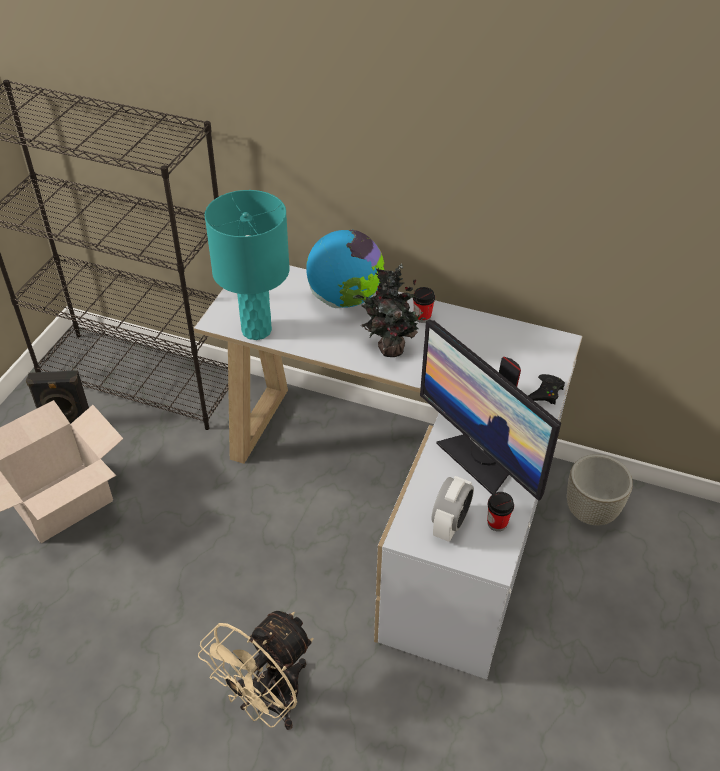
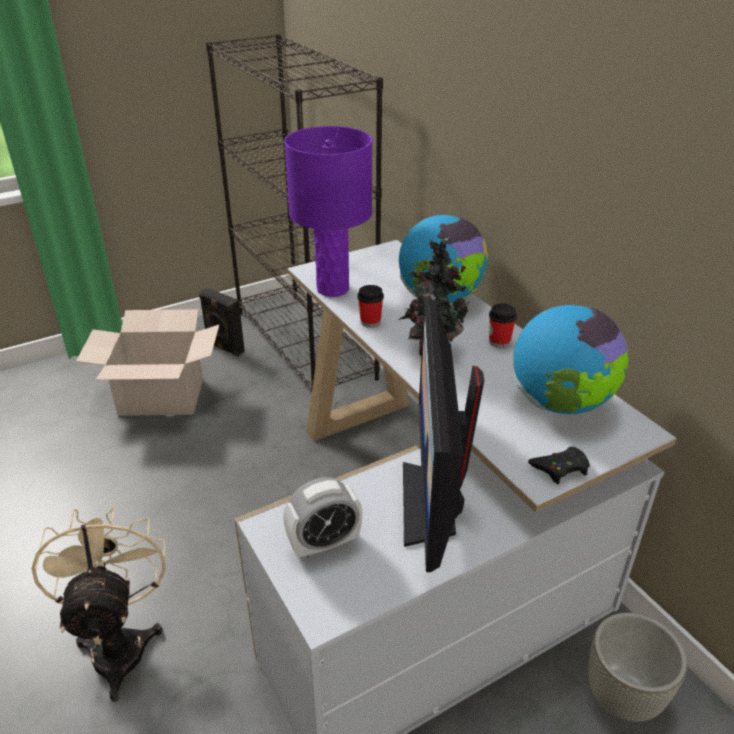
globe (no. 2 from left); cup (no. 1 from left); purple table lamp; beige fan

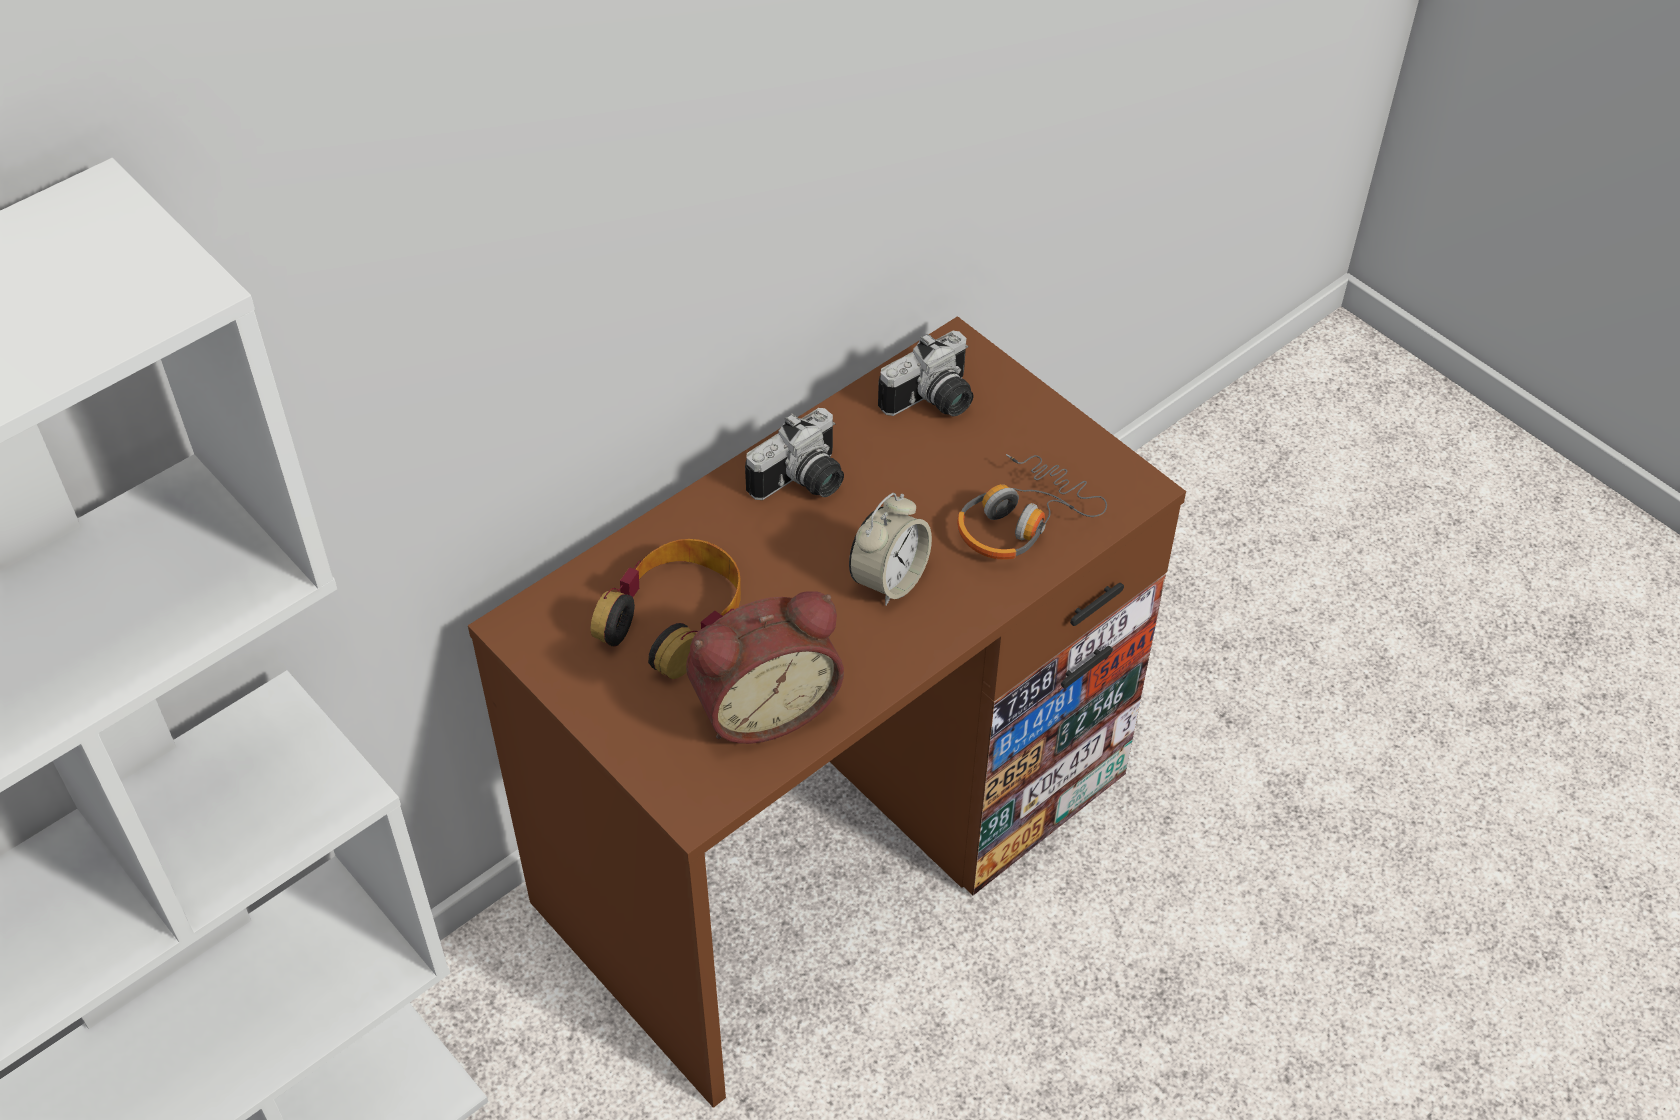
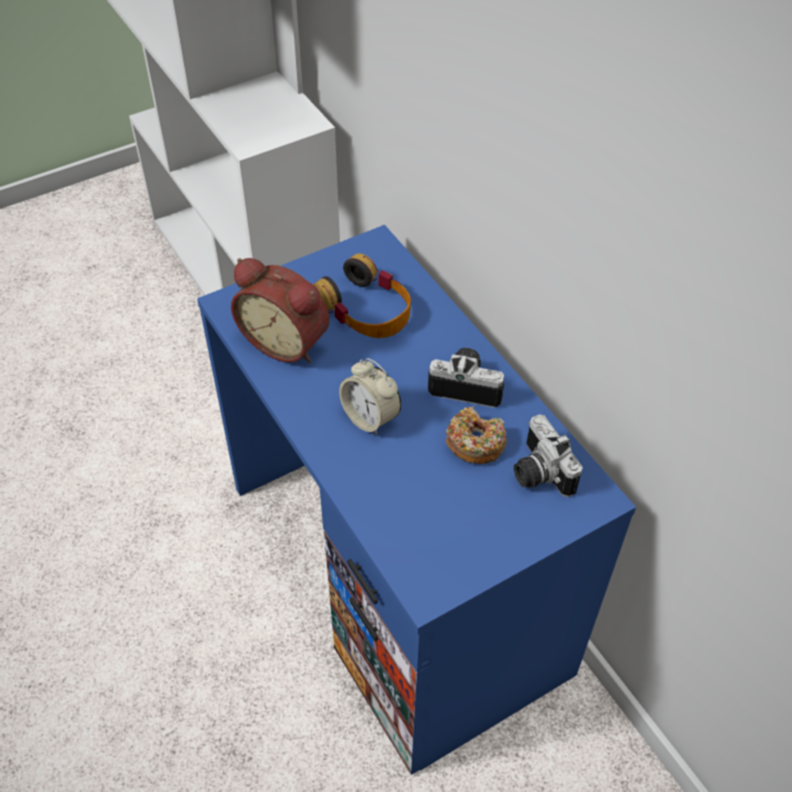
headphones (no. 2 from left in the first image); donut; blue desk; alarm clock (no. 1 from left); photo camera (no. 1 from left)

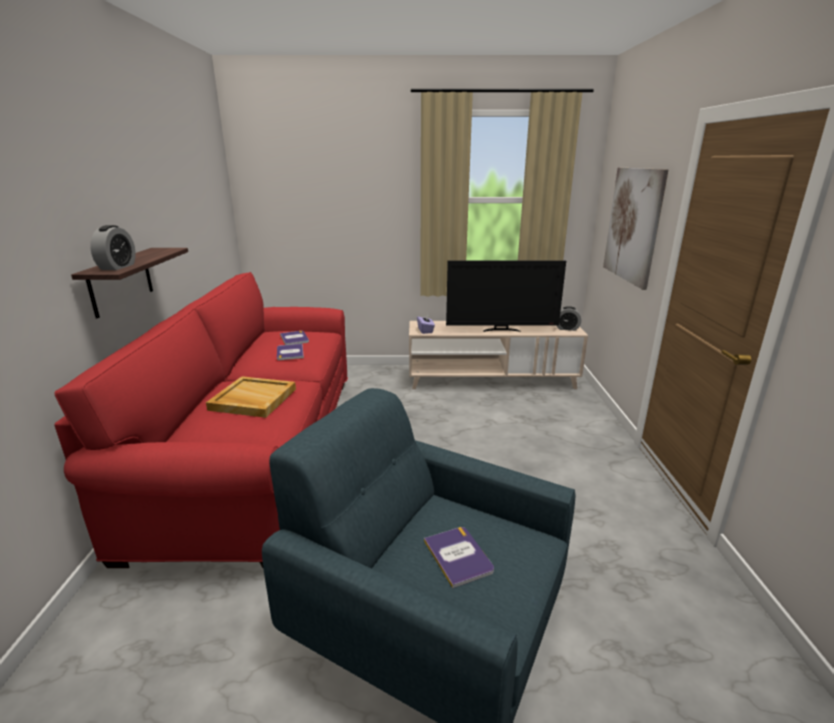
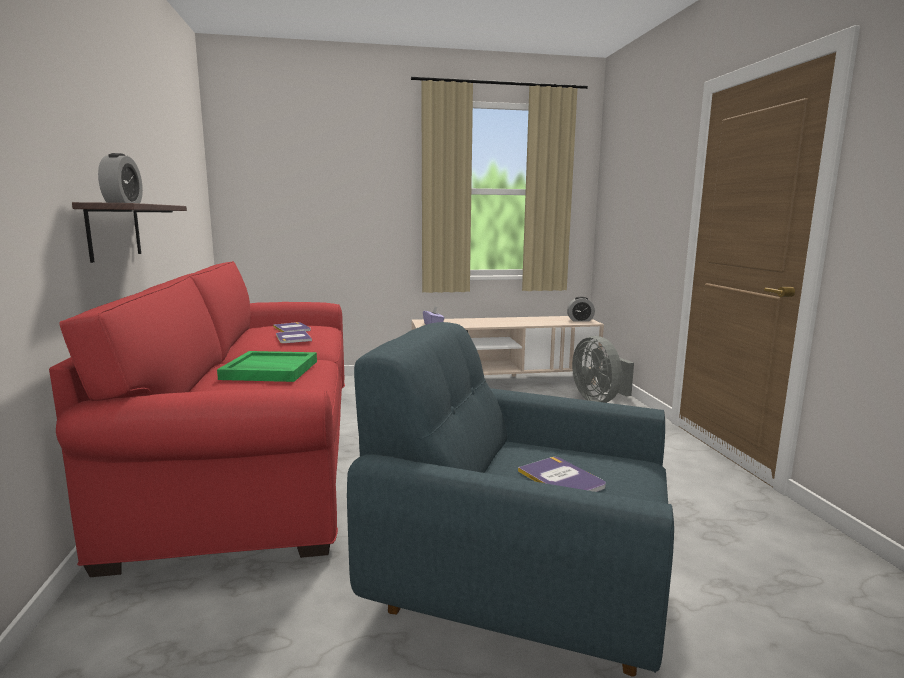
television; picture; grey fan; green tray

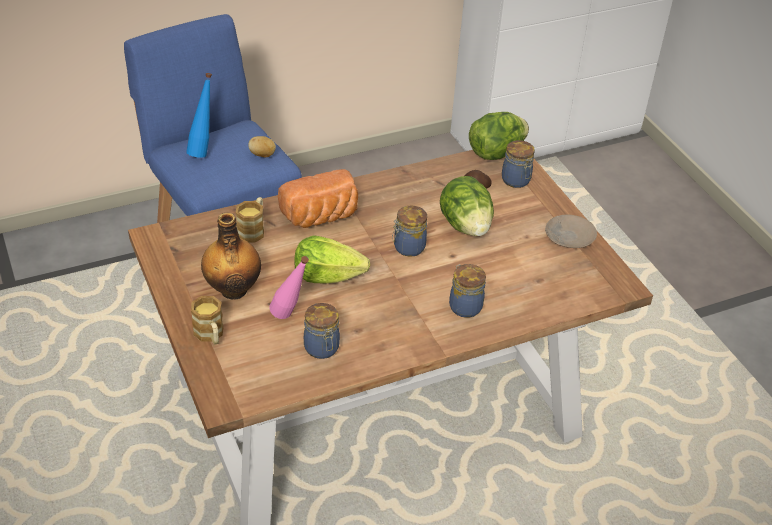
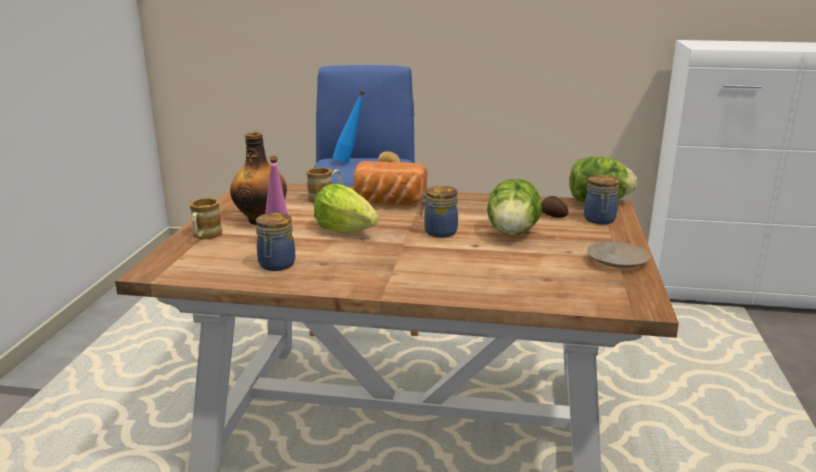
jar (no. 3 from left in the first image)

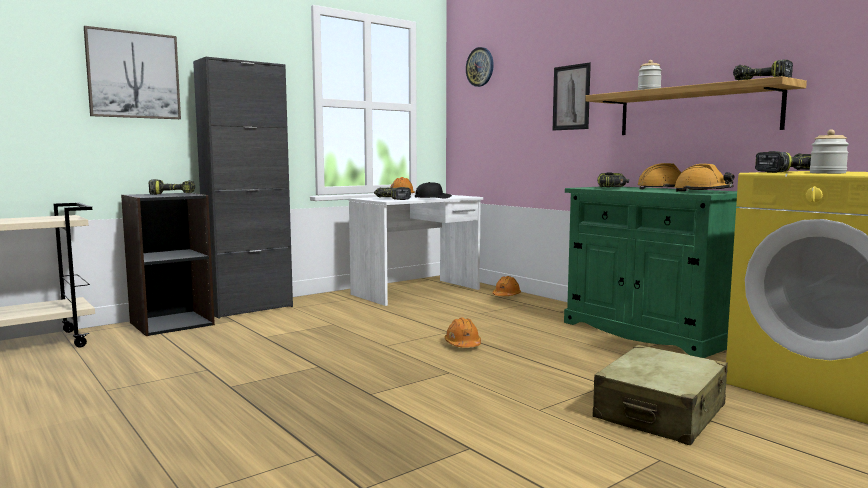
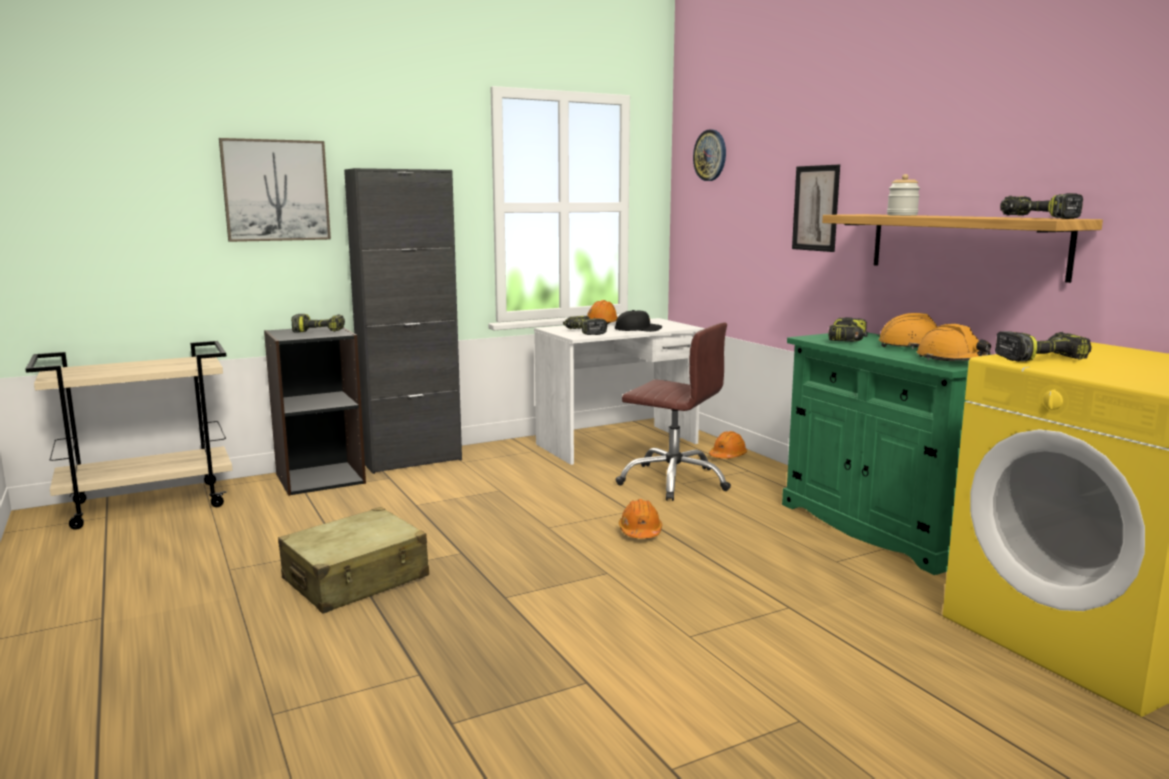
jar (no. 2 from left in the first image); brown office chair; beige suitcase

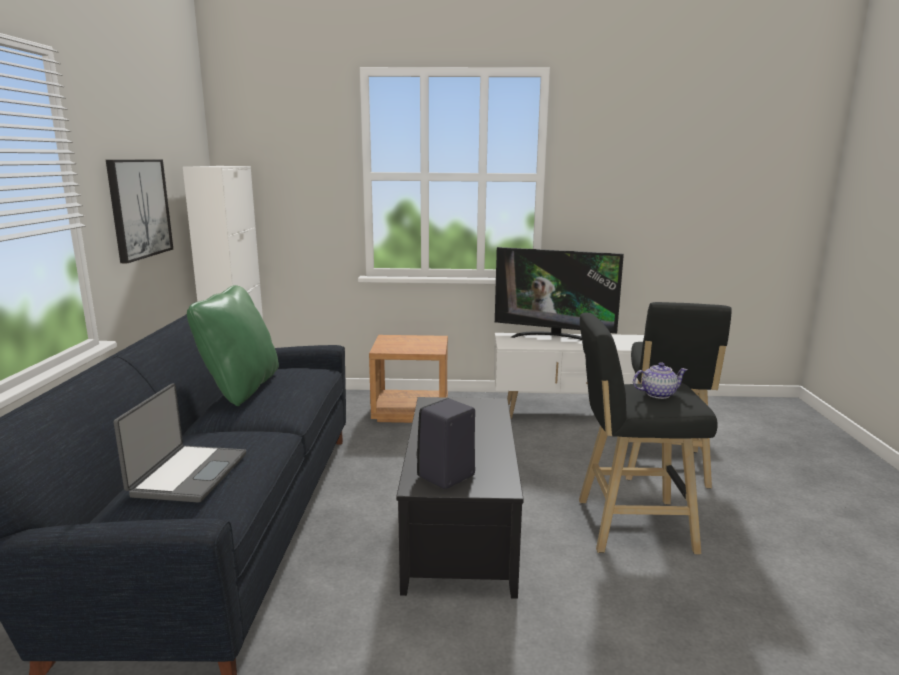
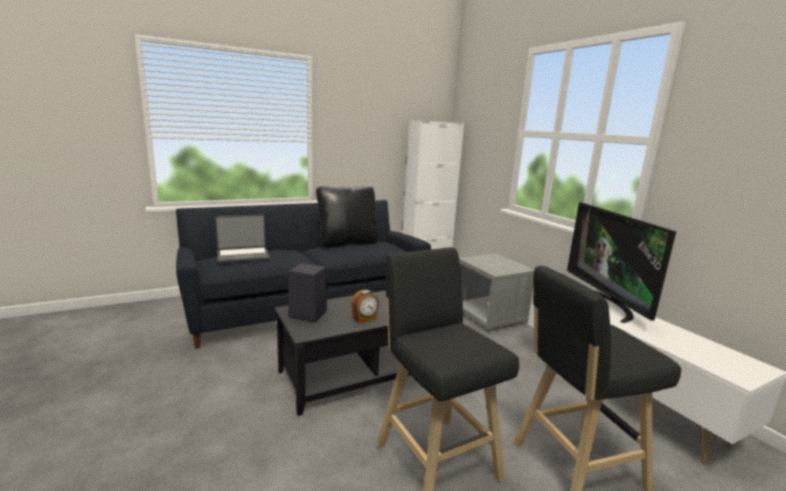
picture; teapot; alarm clock; black pillow; grey nightstand

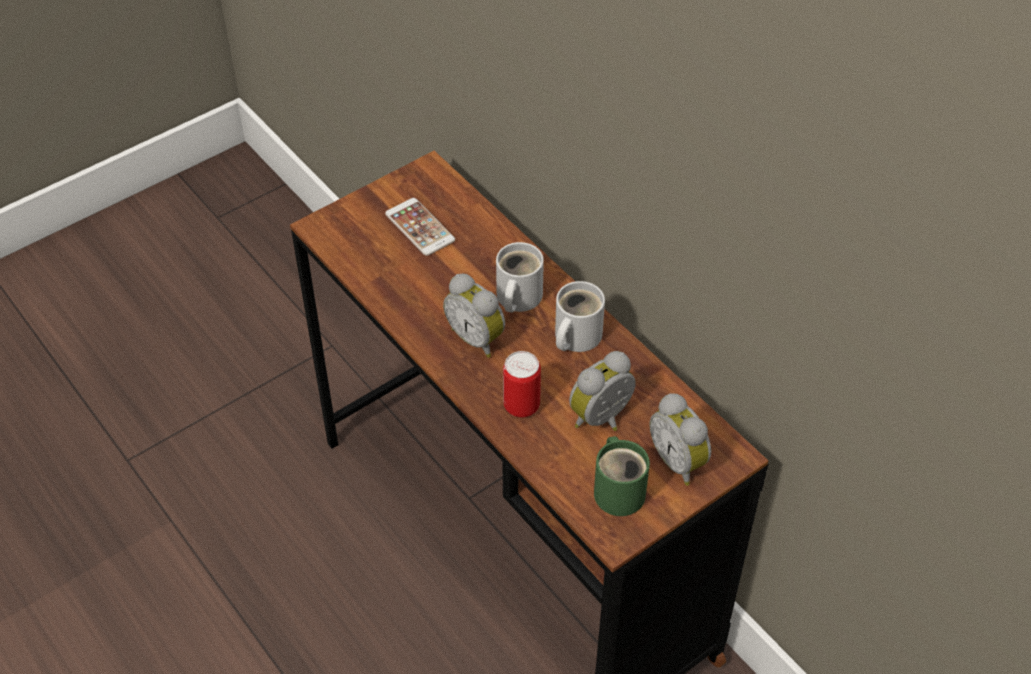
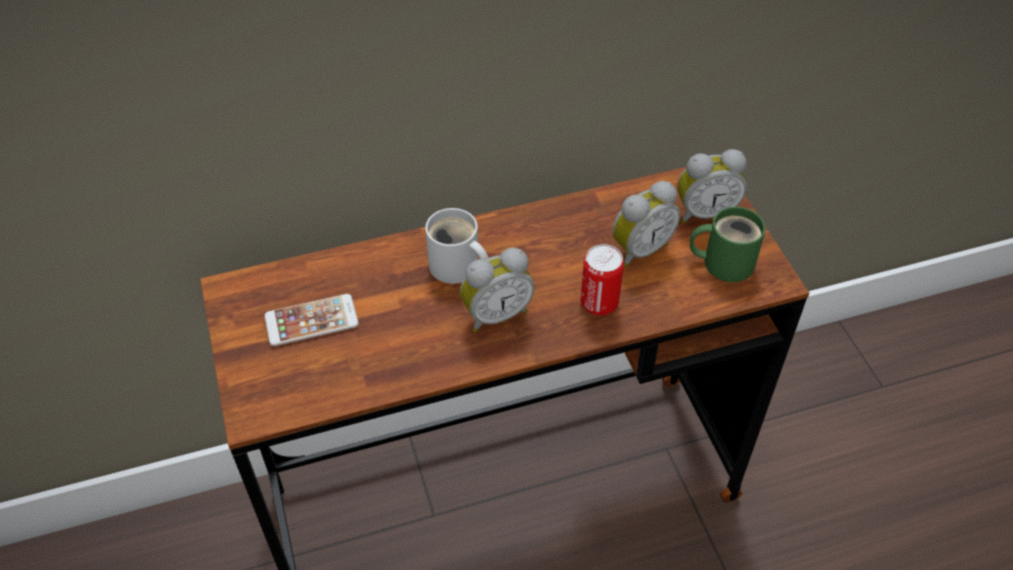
white mug (no. 2 from left in the first image); alarm clock (no. 2 from left)

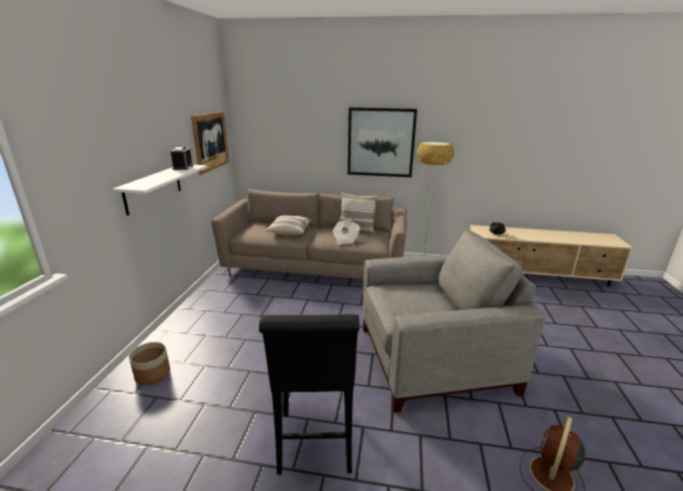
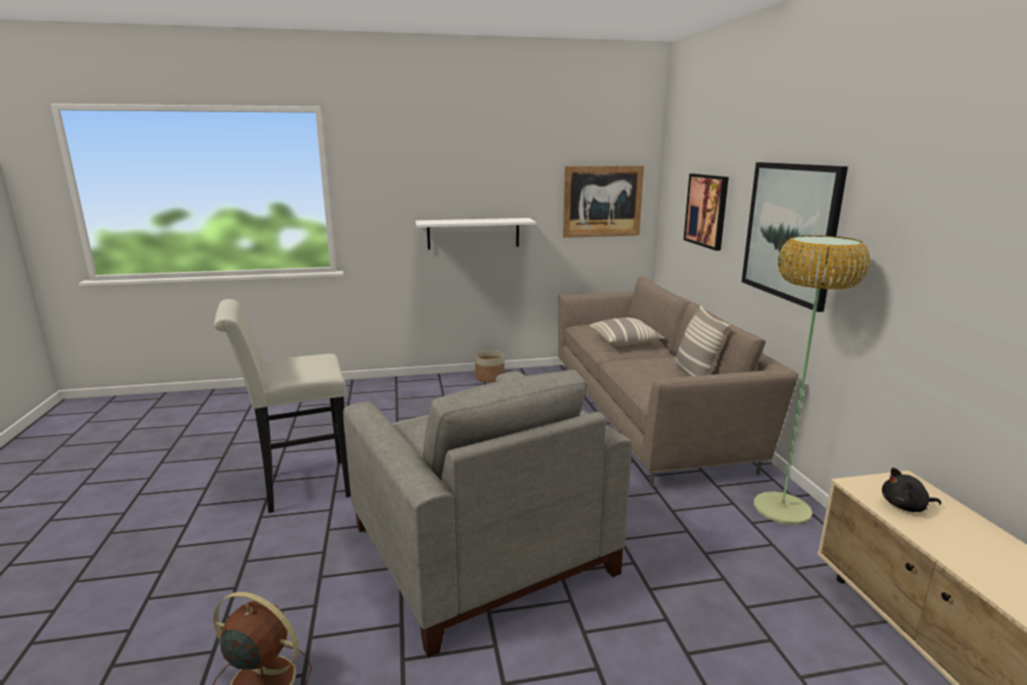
alarm clock; newspaper; picture (no. 2 from left); planter; white stool

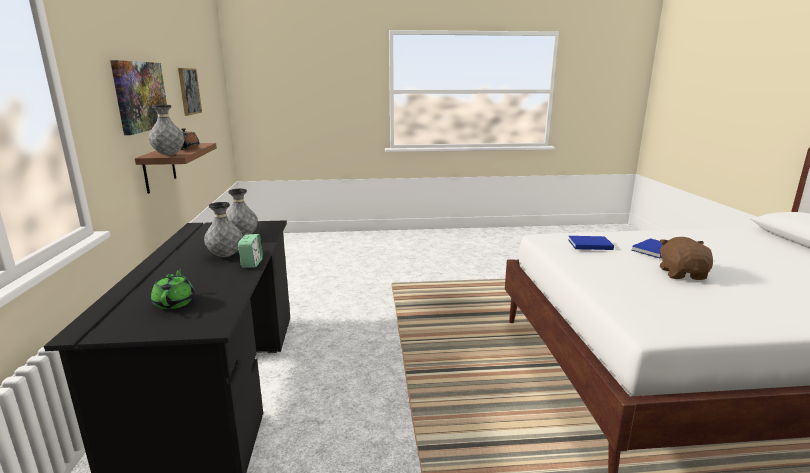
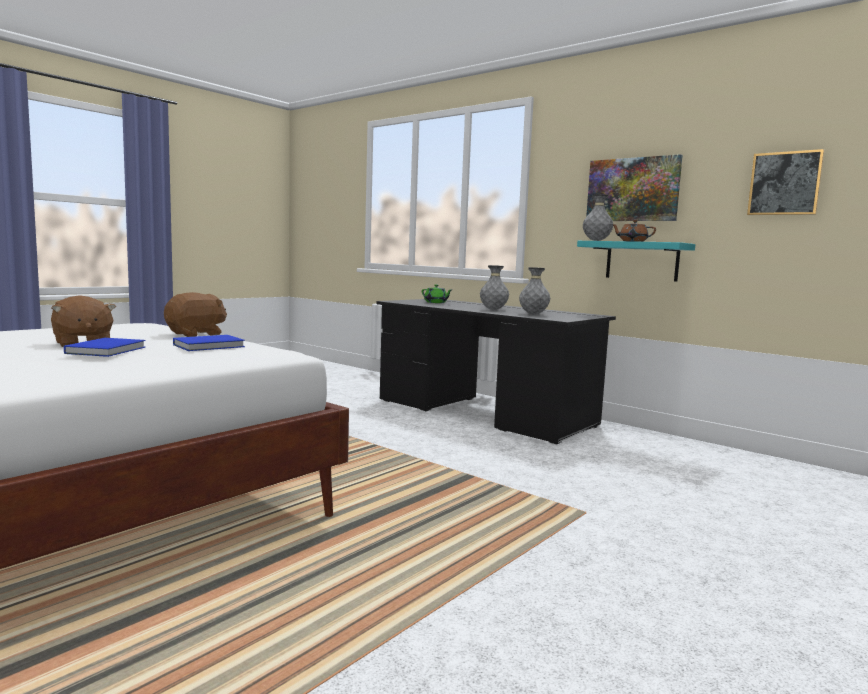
alarm clock; brown plush toy (no. 2 from left); turquoise shelf

